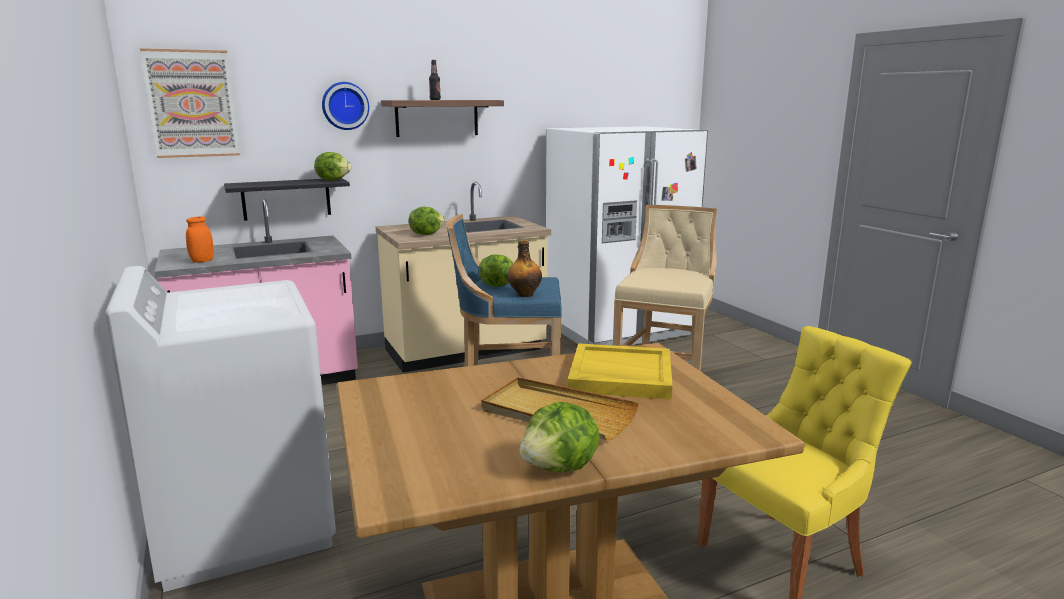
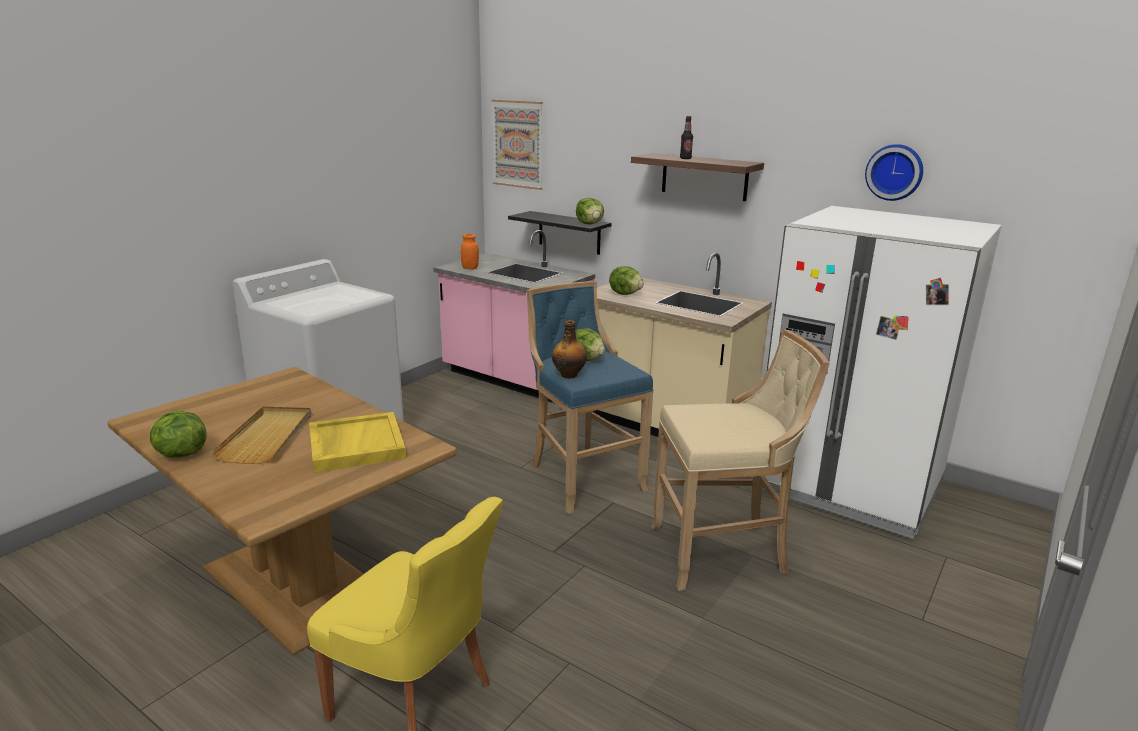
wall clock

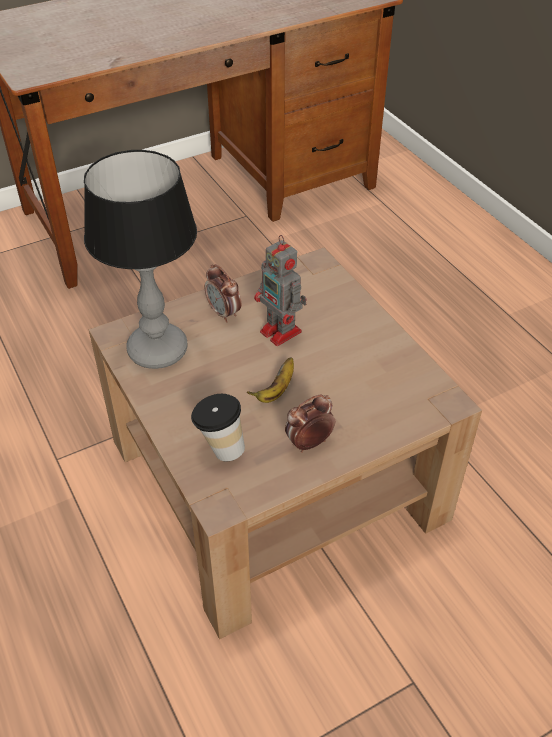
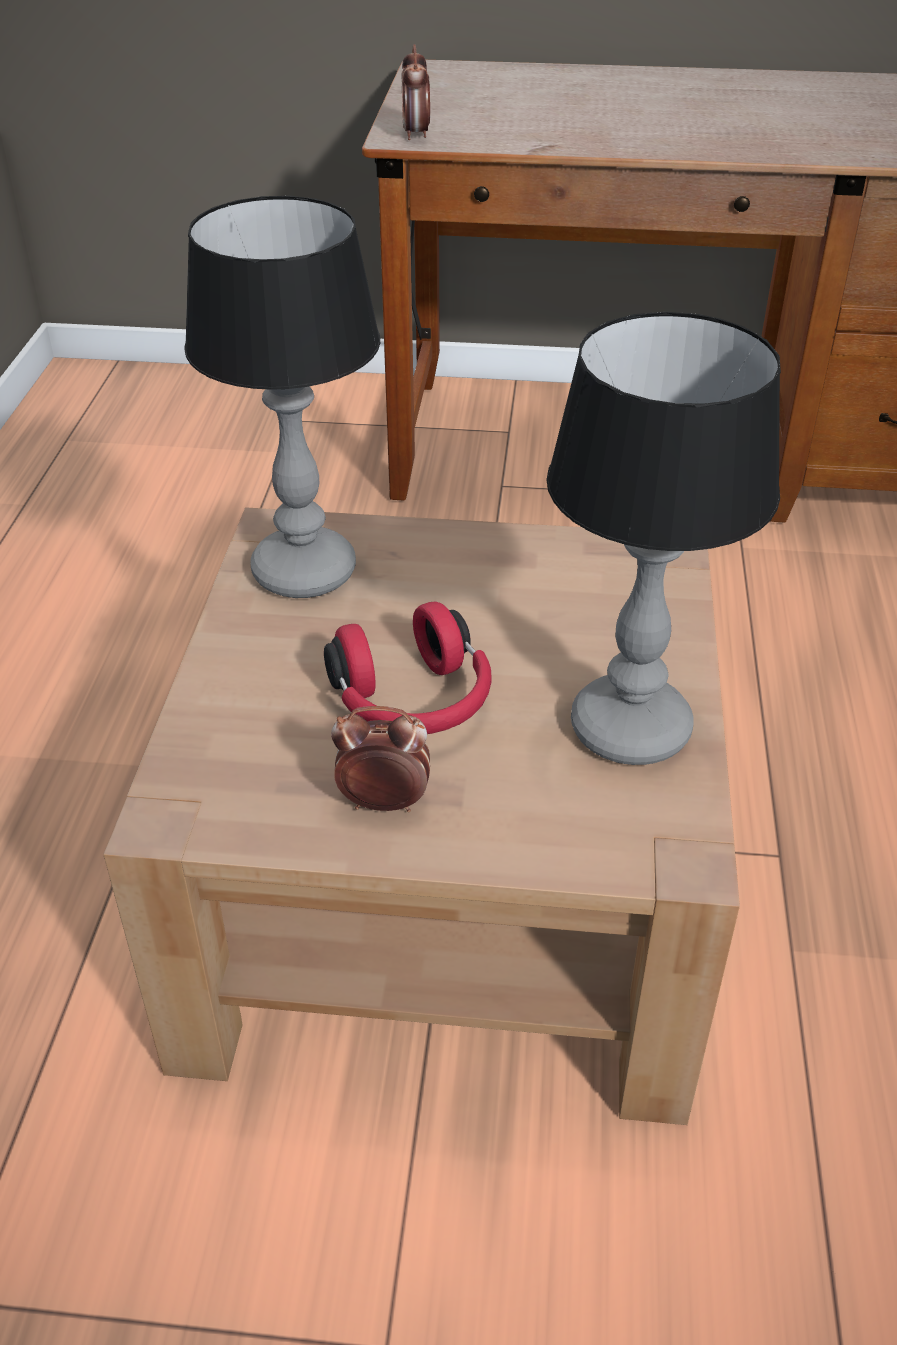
cup; toy robot; table lamp (no. 2 from left); alarm clock (no. 2 from left); red headphones

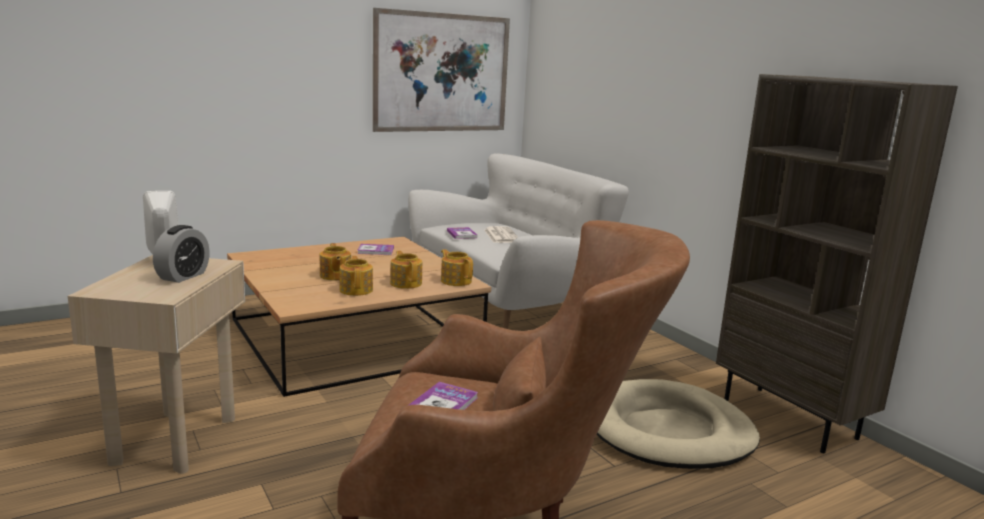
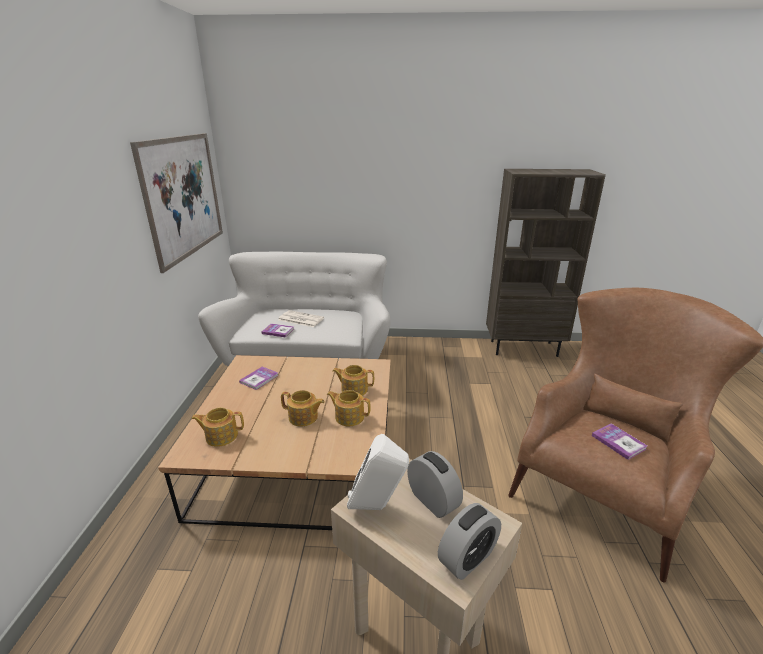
beige dog bed; alarm clock (no. 2 from left); teapot (no. 1 from left)

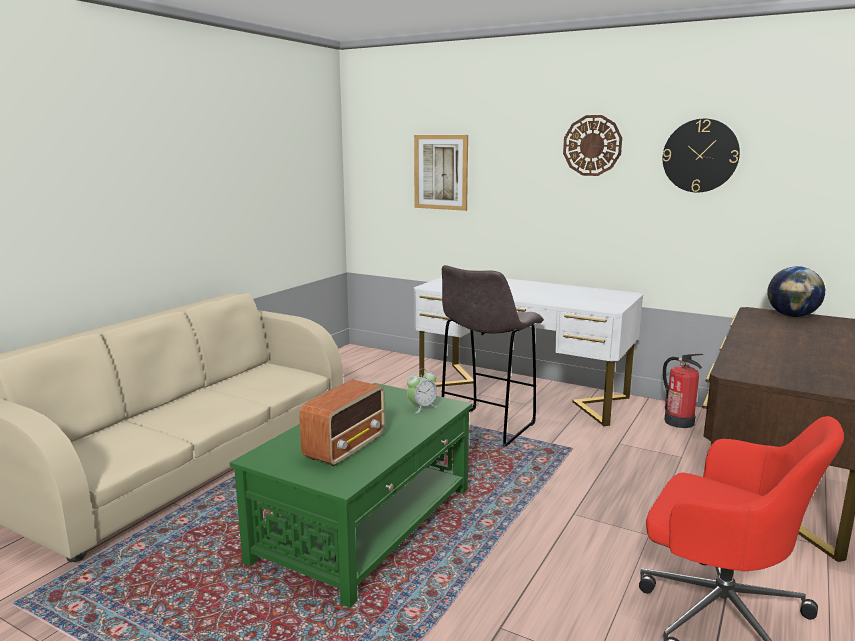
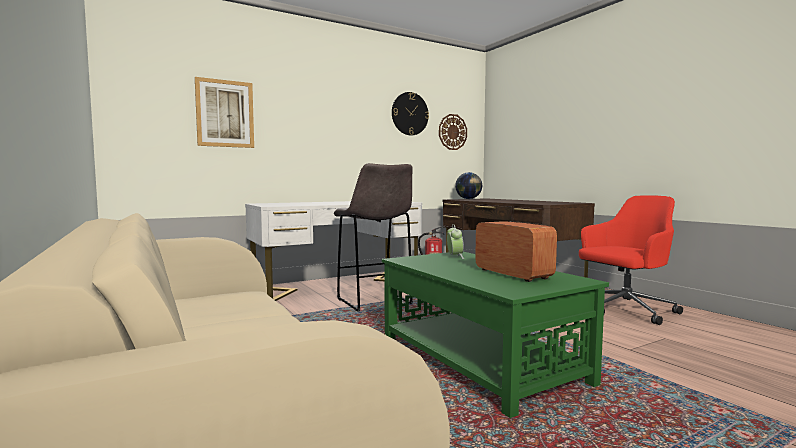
wall clock (no. 2 from left)

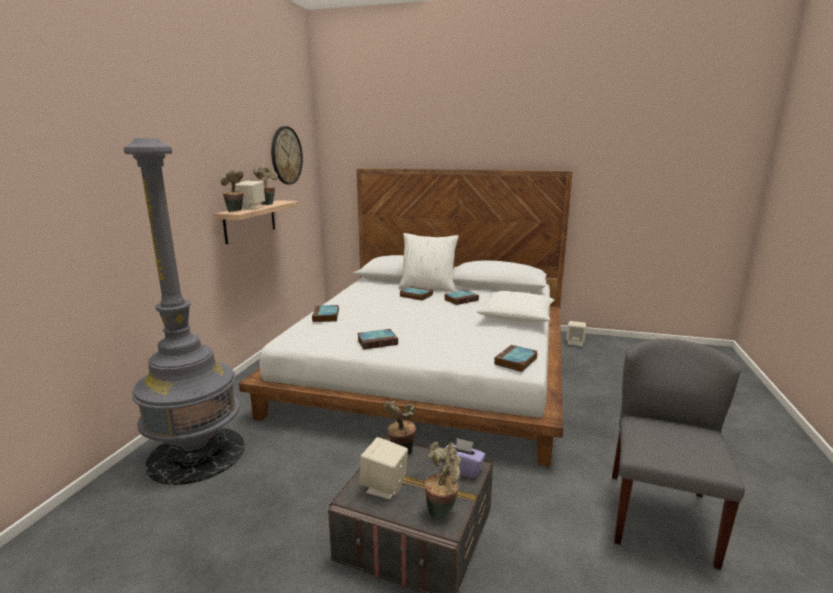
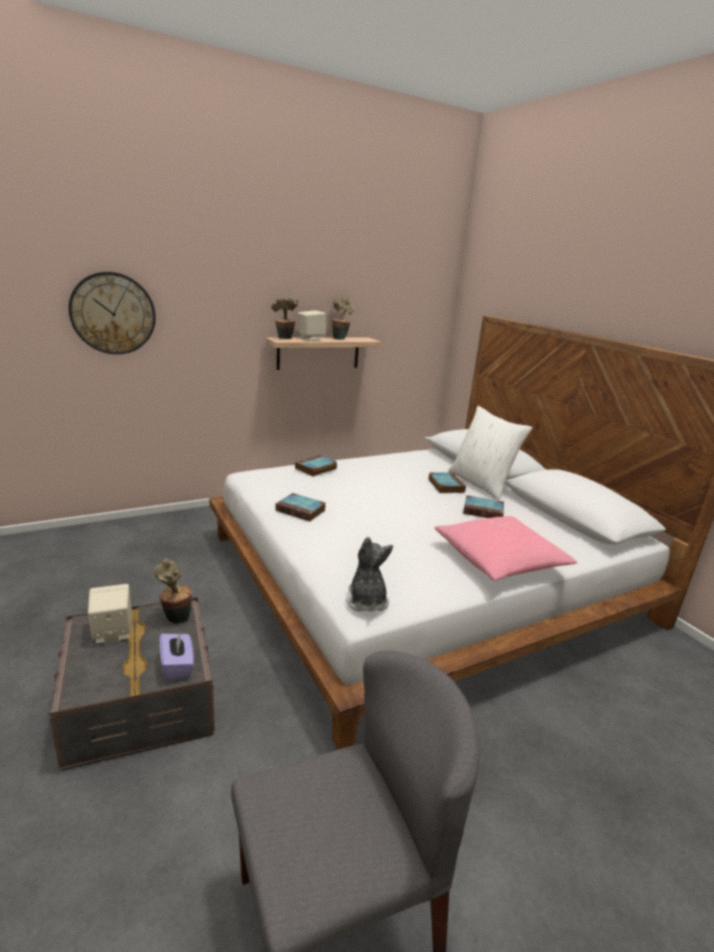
grey floor lamp; potted plant (no. 4 from left in the first image); beige speaker (no. 3 from left in the first image); wall clock; plush toy; pink pillow

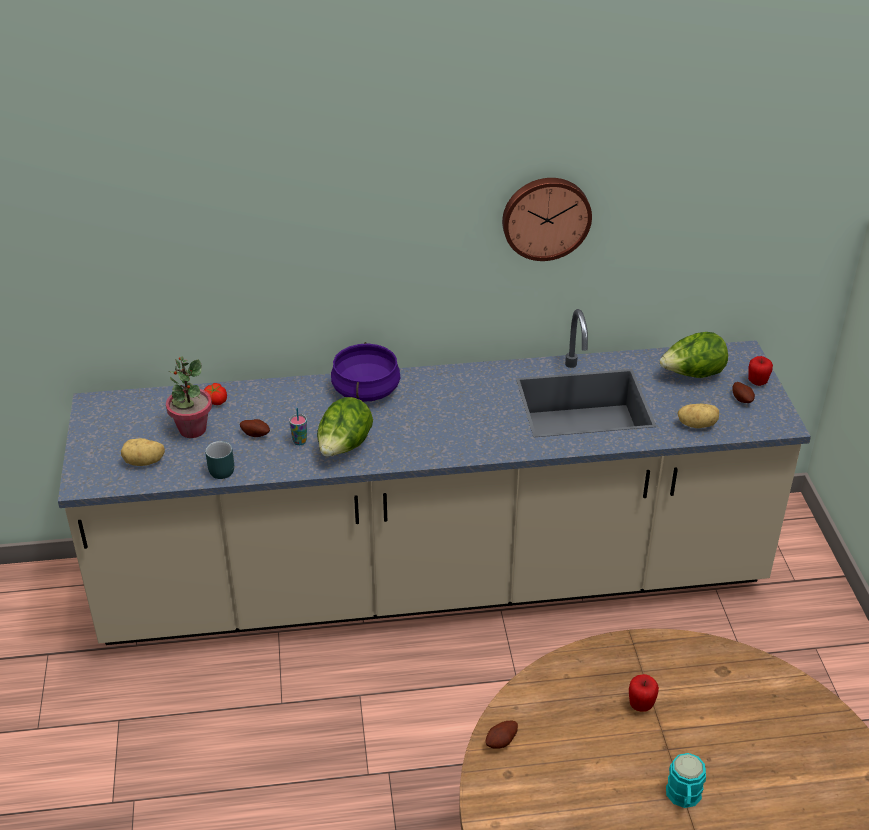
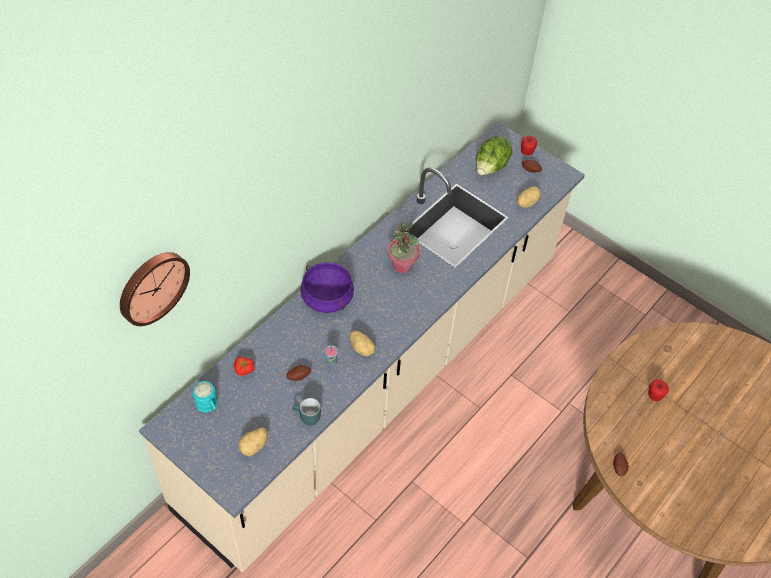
potted plant; wall clock; turquoise mug (no. 1 from left); potato (no. 3 from left)

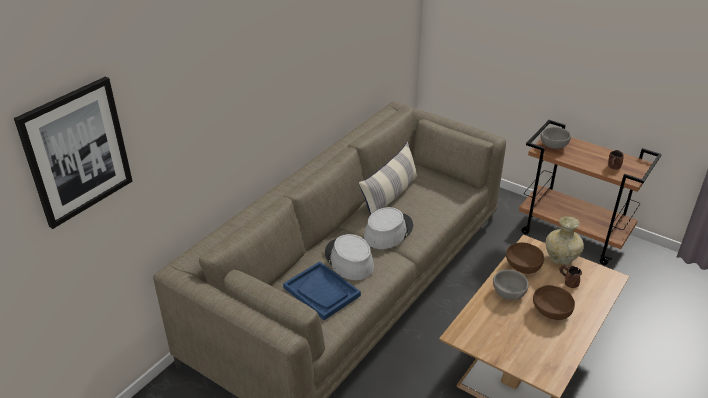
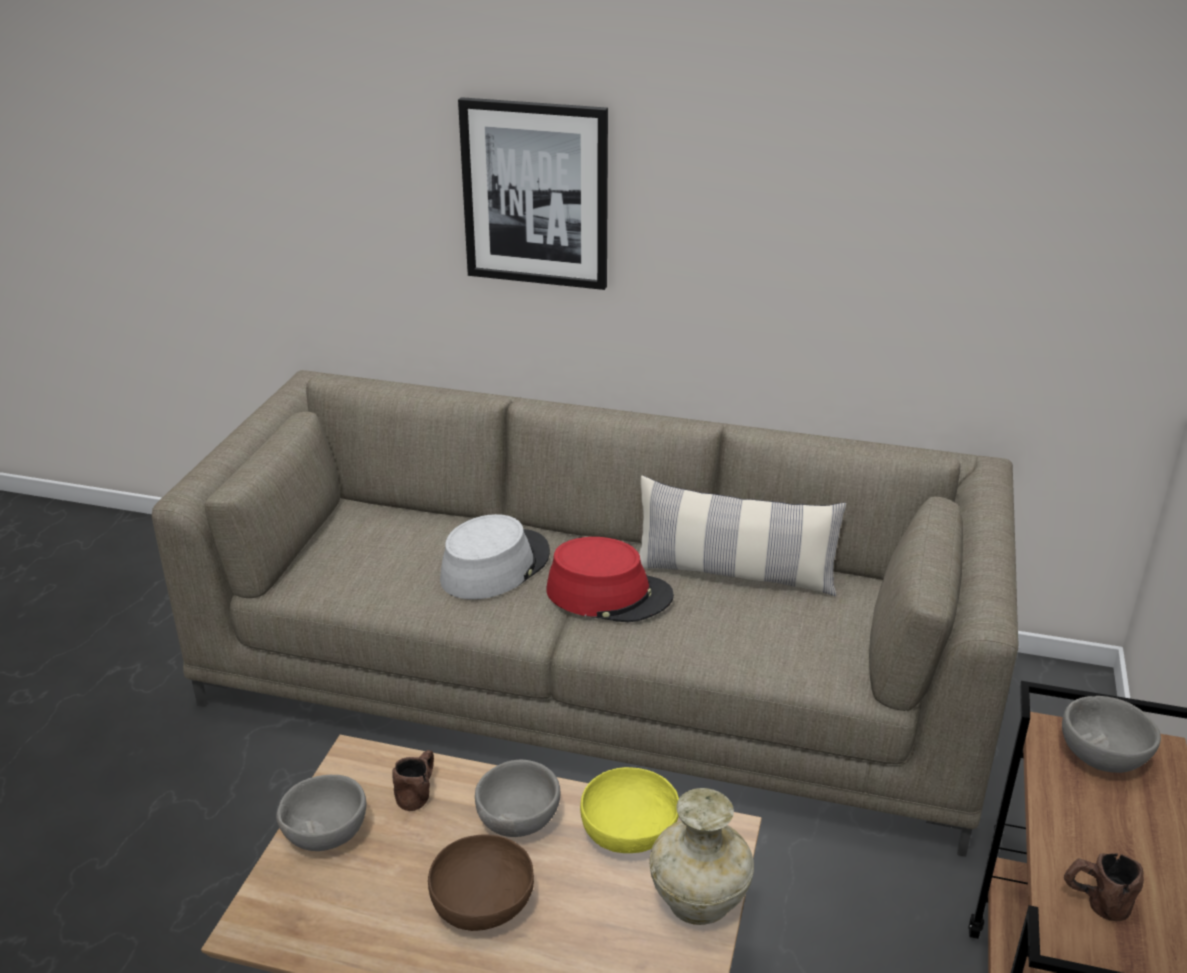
blue tray; grey bowl (no. 1 from left); picture; brown mug (no. 1 from left); red hat; yellow bowl

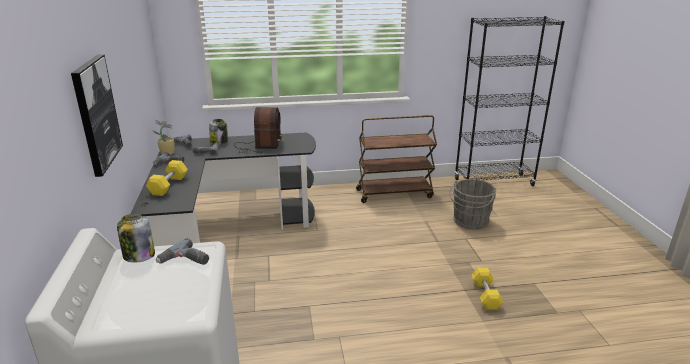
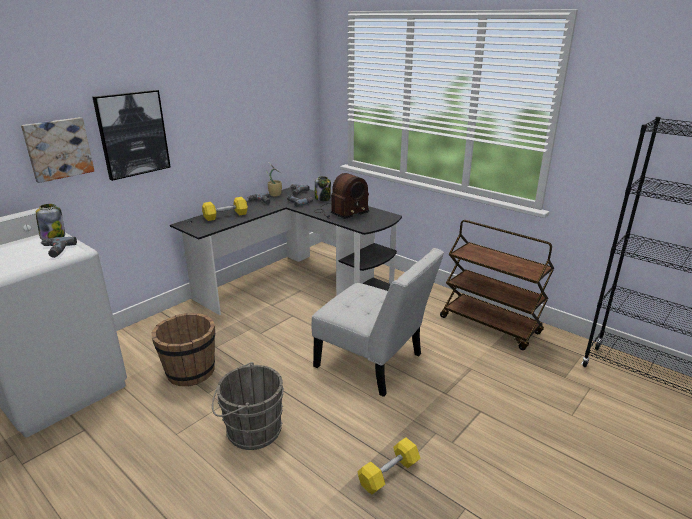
picture (no. 1 from left); brown bucket; white chair; grey bucket

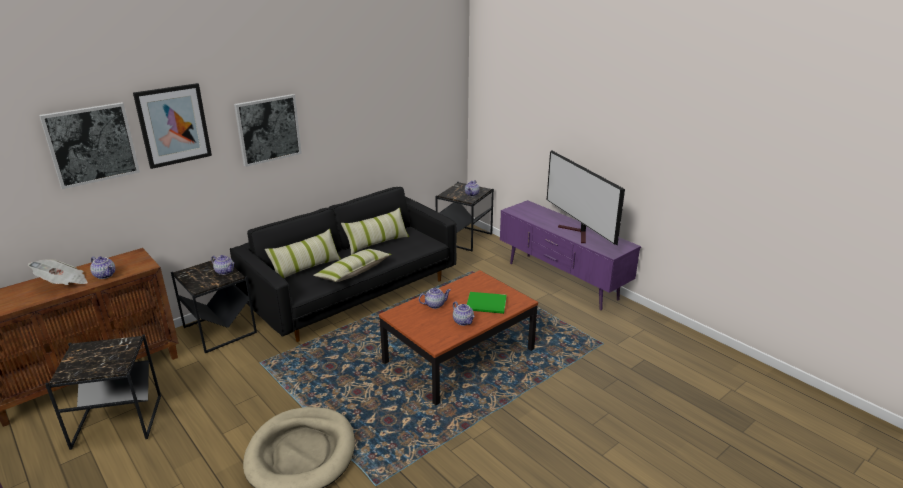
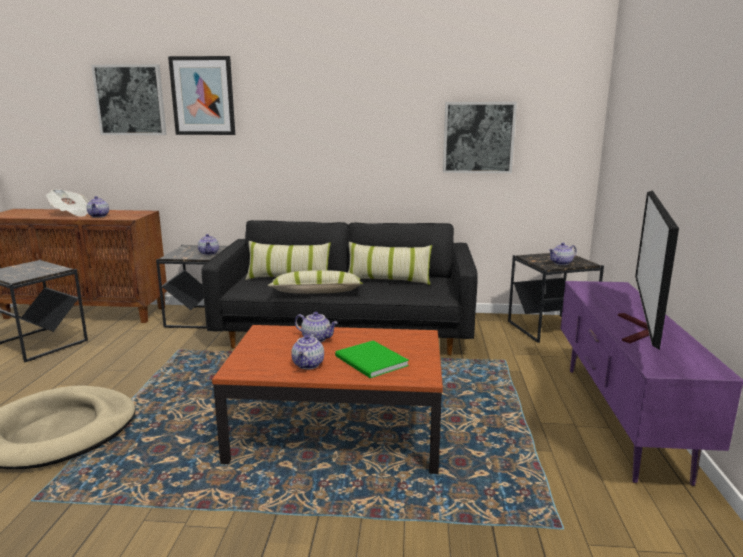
picture (no. 3 from left)

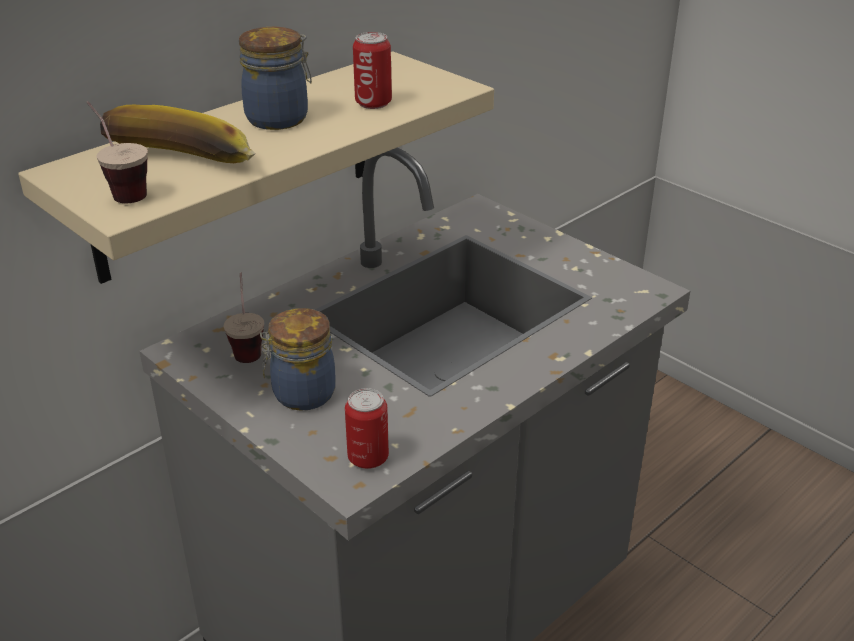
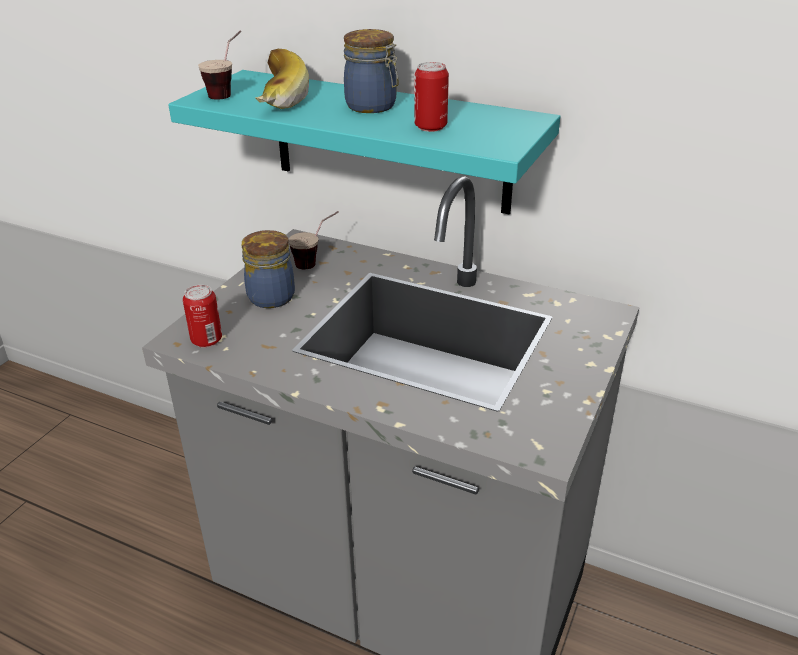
turquoise shelf

